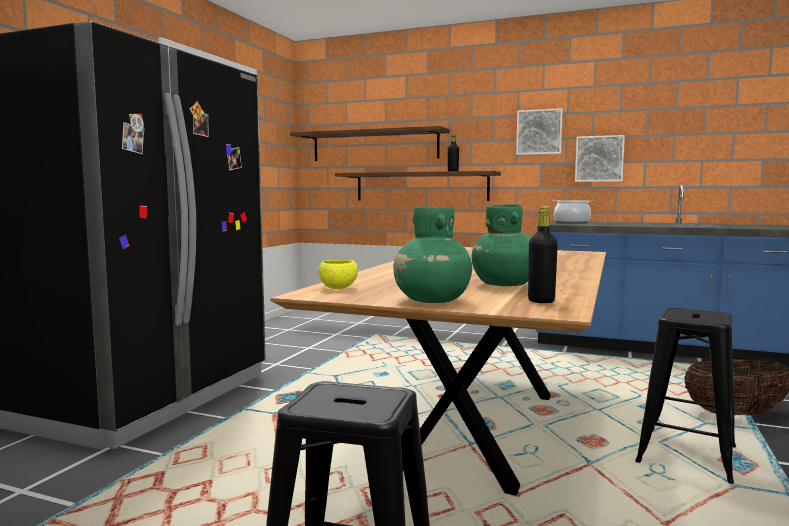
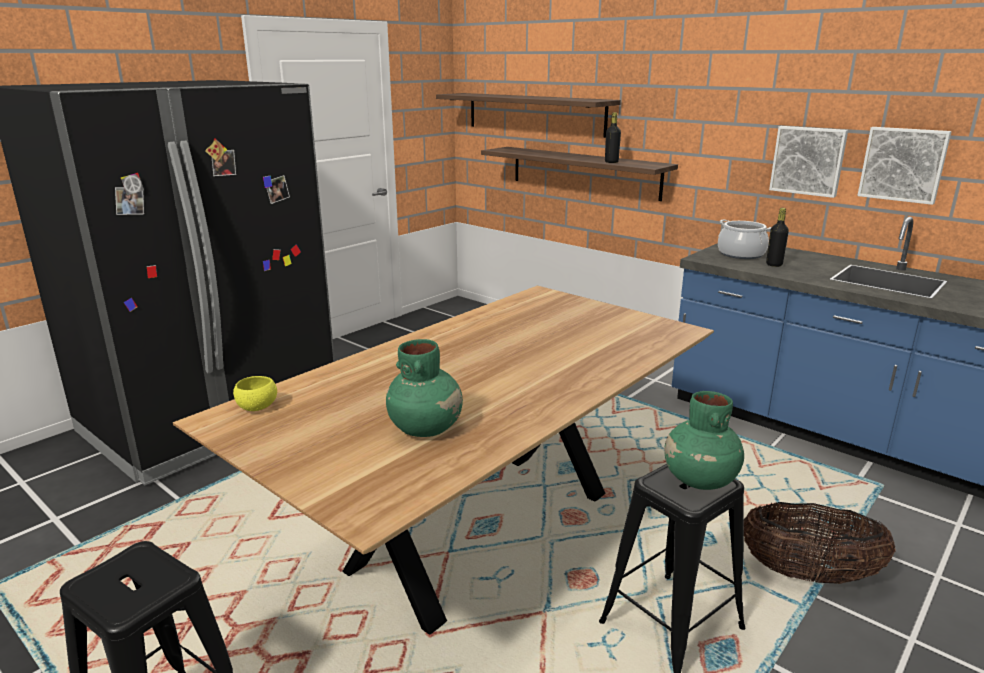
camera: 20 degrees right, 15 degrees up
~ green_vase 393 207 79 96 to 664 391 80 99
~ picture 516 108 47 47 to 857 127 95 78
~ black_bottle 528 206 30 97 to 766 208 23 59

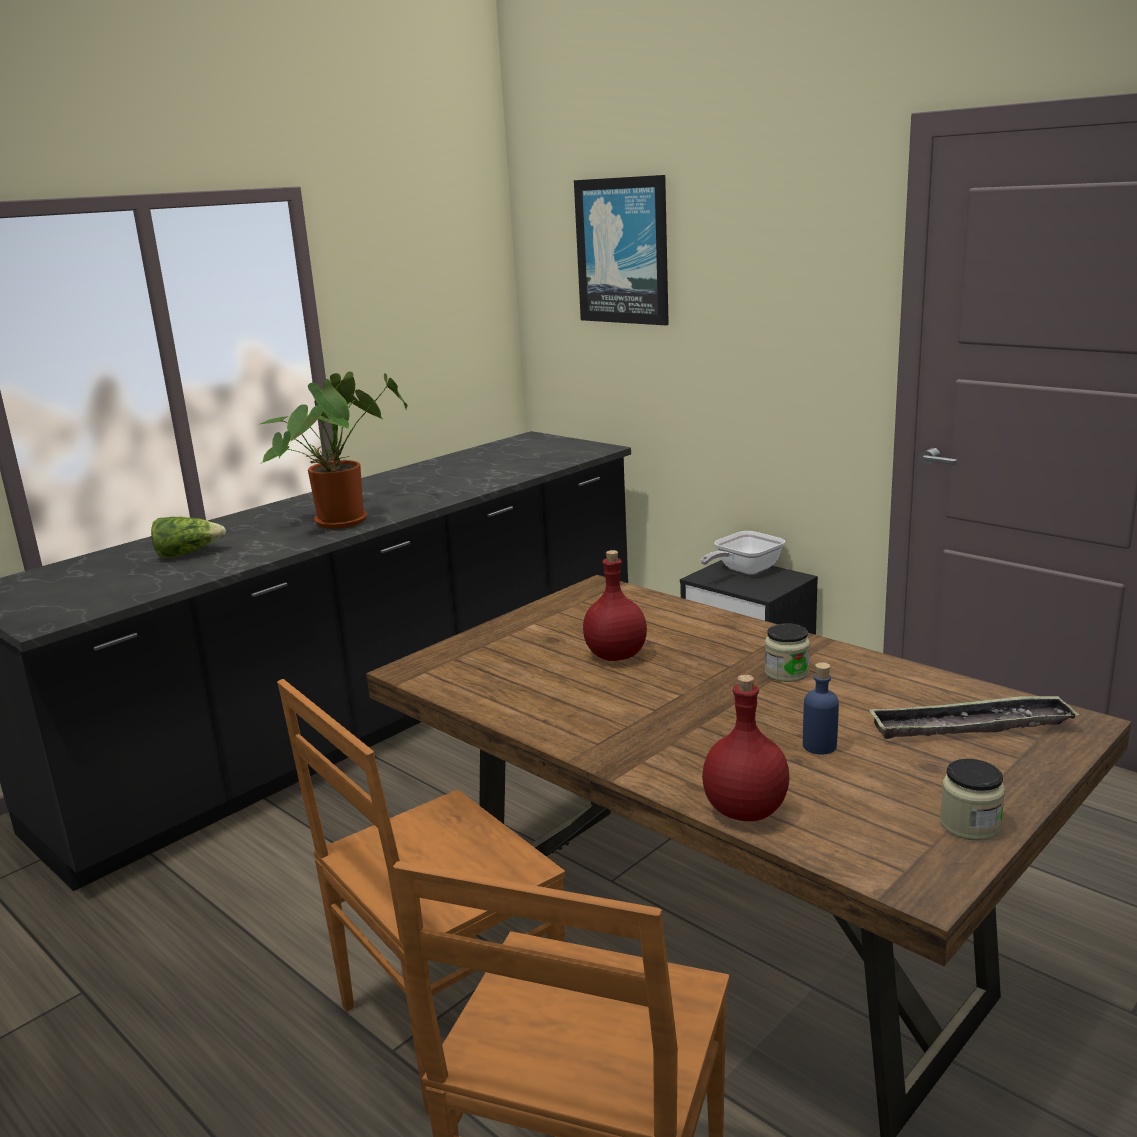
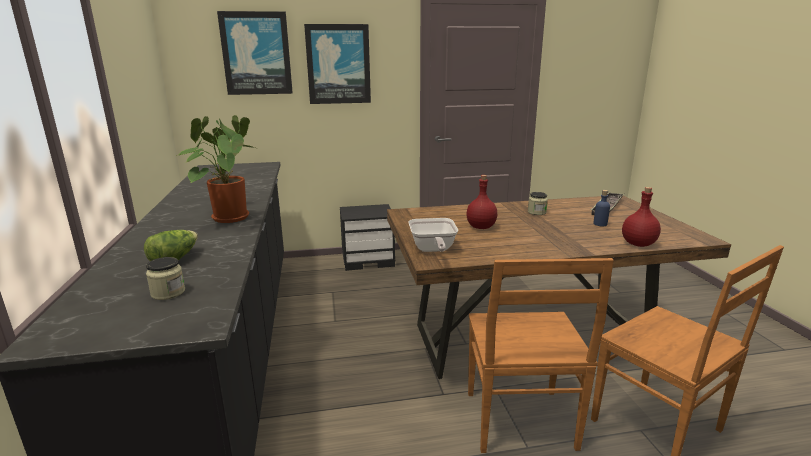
camera: 55 degrees left, 0 degrees up
~ frying_pan 701 531 84 44 to 408 218 50 34
~ jar 940 759 65 82 to 146 257 39 43
+ picture 304 24 67 80

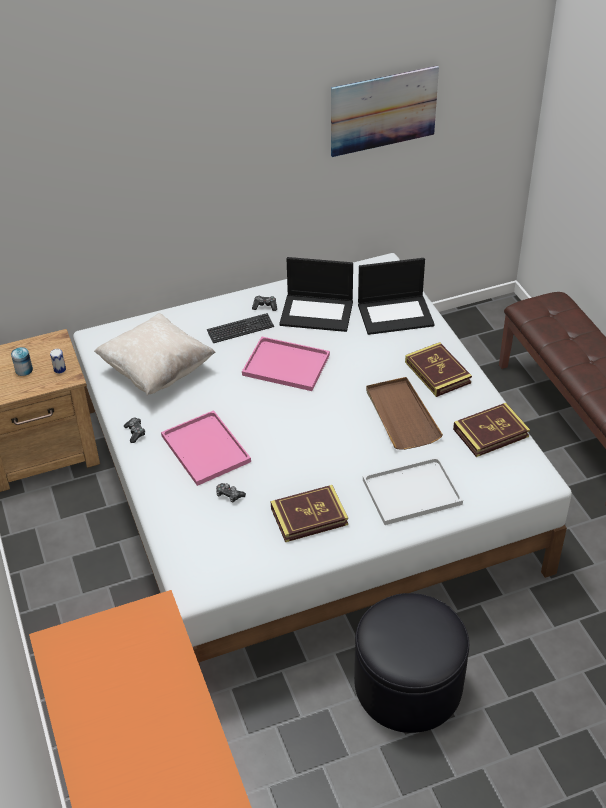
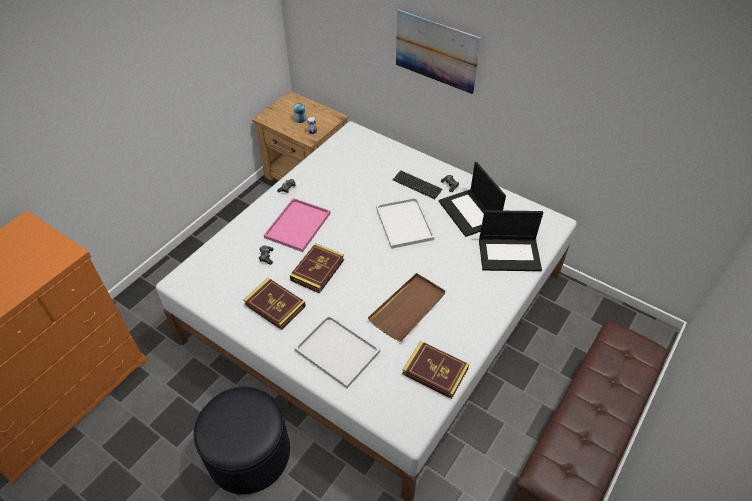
camera: 55 degrees right, 5 degrees up
- beige_pillow 94 313 121 83
~ pink_tray 242 336 88 55 to white_tray 376 197 58 52
~ picture 331 66 108 91 to 396 9 85 85
~ laptop 358 258 77 77 = 479 210 64 61 45 degrees counterclockwise
~ book 405 342 67 55 to 290 243 54 50

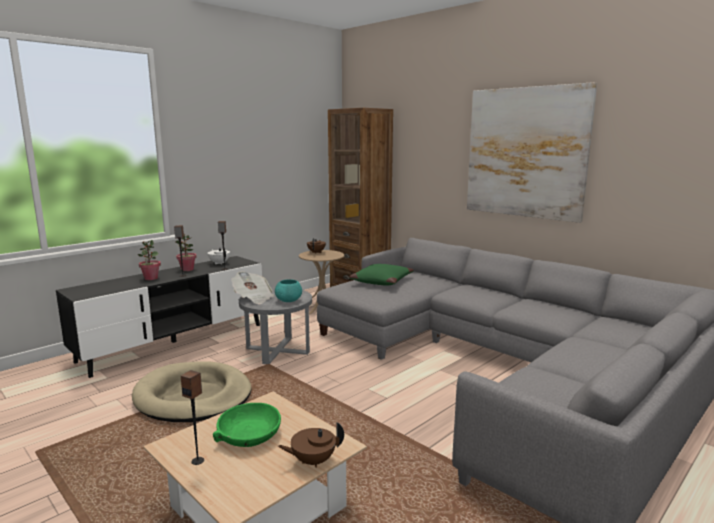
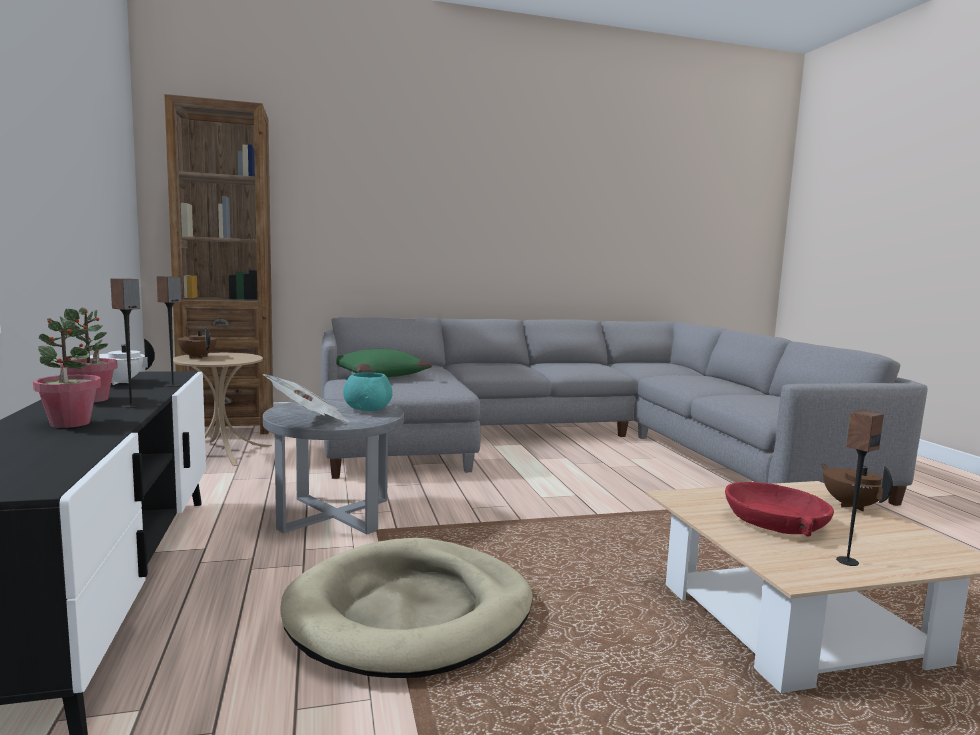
camera: 60 degrees left, 5 degrees down
~ green_bowl 213 403 68 44 to red_bowl 725 482 109 55
~ brown_teapot 278 422 66 46 = 820 463 73 48 150 degrees clockwise
- picture 467 82 130 141

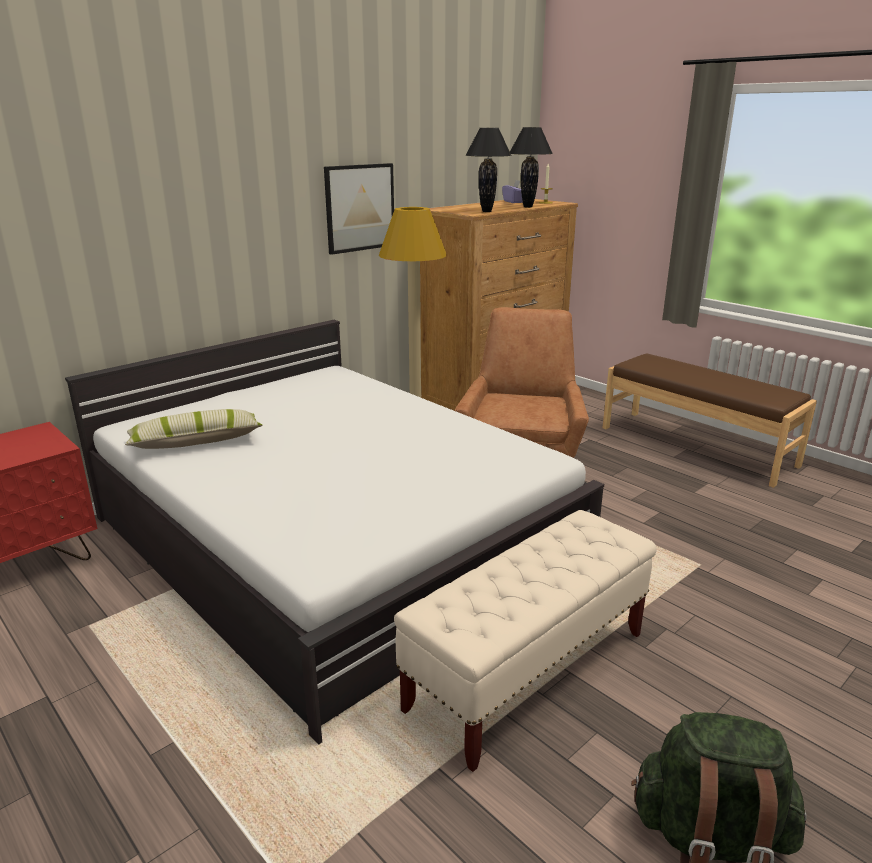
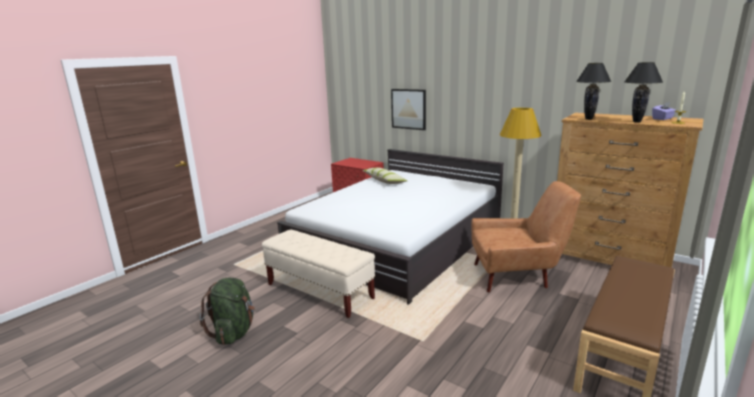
camera: 80 degrees right, 5 degrees down
~ picture 324 163 70 92 to 391 89 35 41

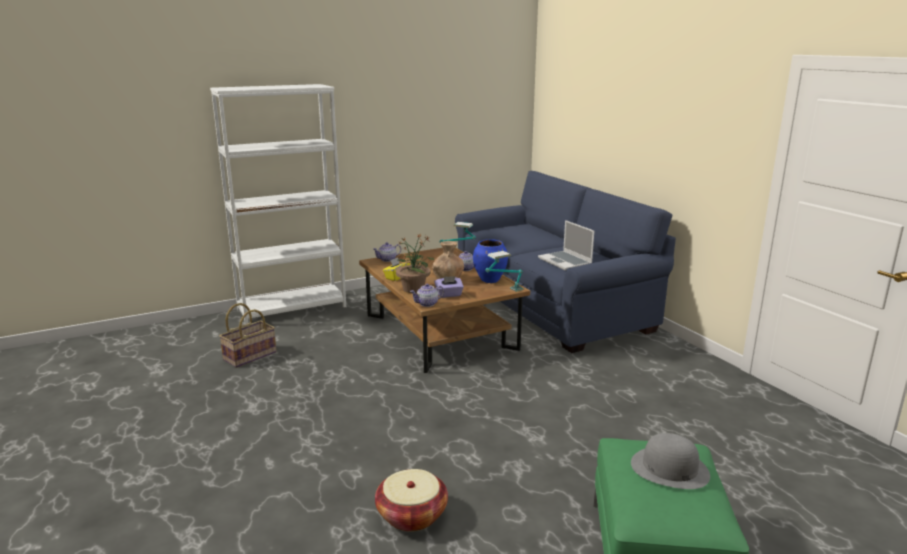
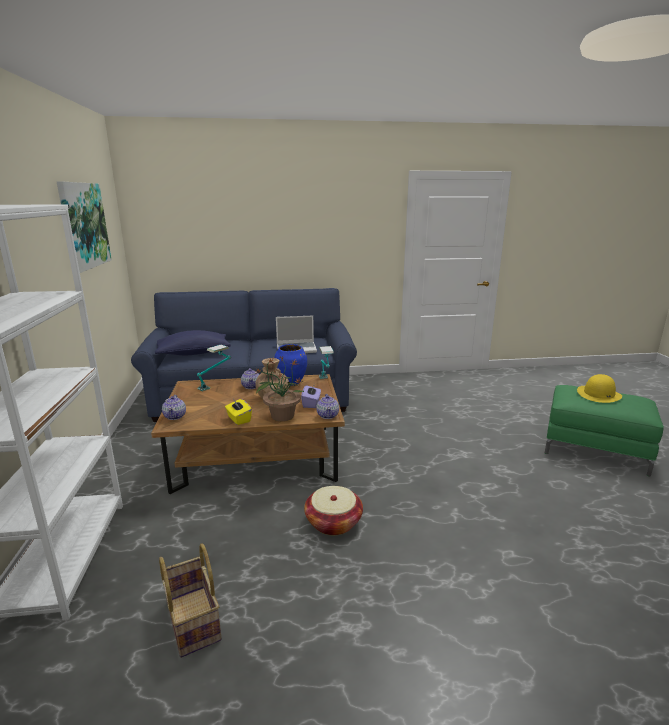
camera: 70 degrees left, 0 degrees up
~ basket 375 469 73 63 to 304 486 59 50
~ grey_hat 631 433 79 56 to yellow_hat 577 374 45 29
+ picture 57 181 55 92
+ blue_pillow 155 330 76 25

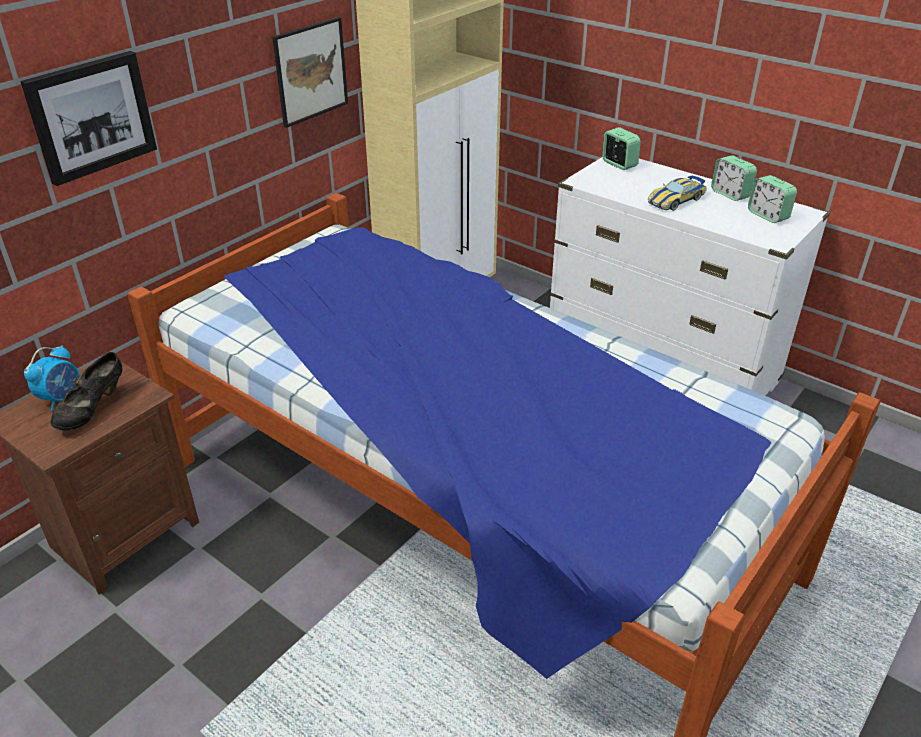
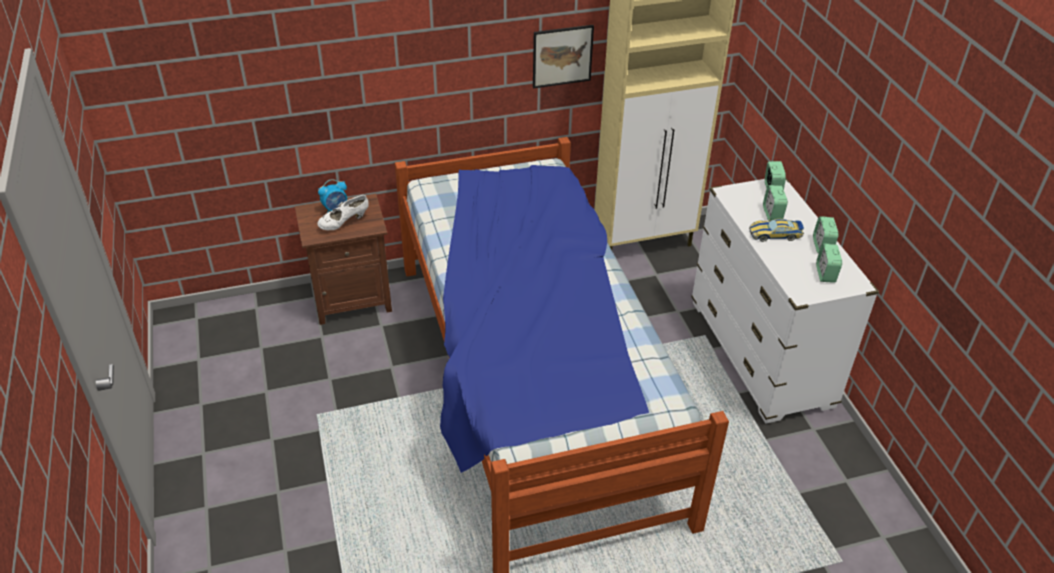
camera: 35 degrees right, 5 degrees up
- picture 20 51 137 135
~ black_shoe 51 352 72 79 to white_shoe 318 195 51 35
+ alarm_clock 763 185 25 36

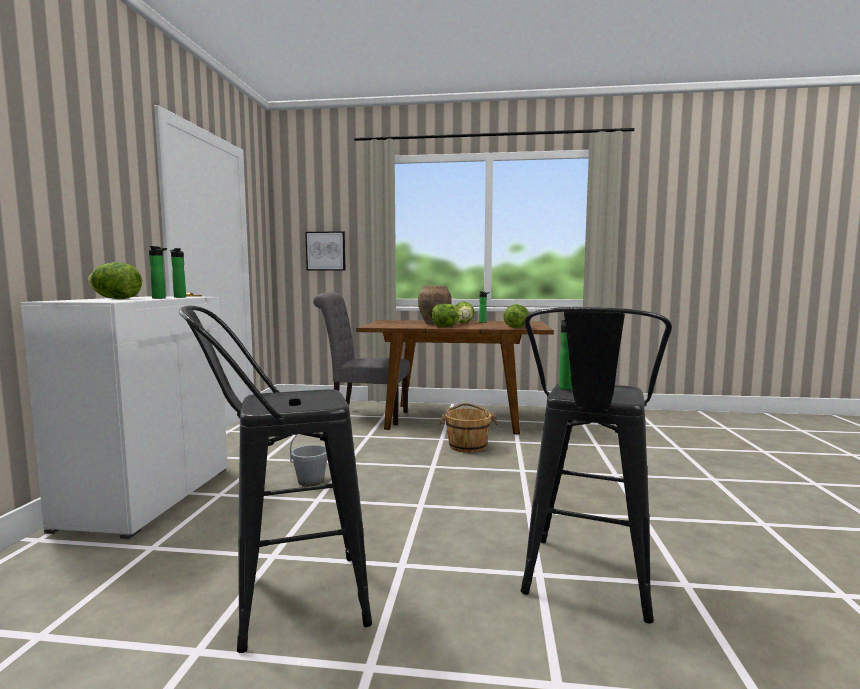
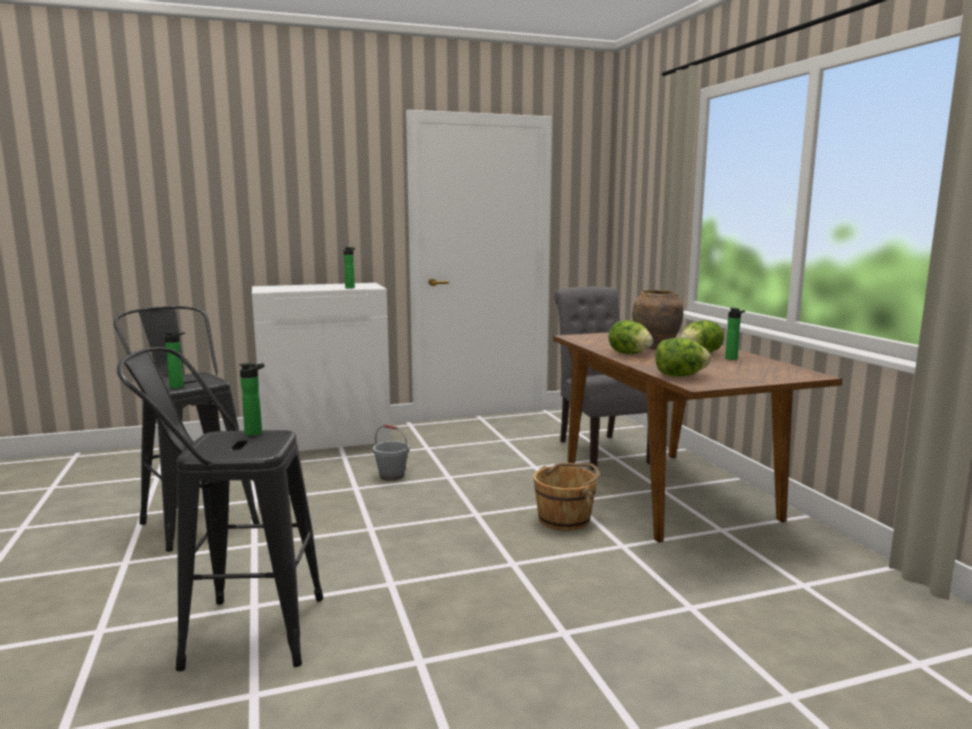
camera: 65 degrees right, 5 degrees up
- lettuce 88 262 54 37
~ bottle 149 246 18 53 to 164 331 21 57
- picture 305 231 41 40

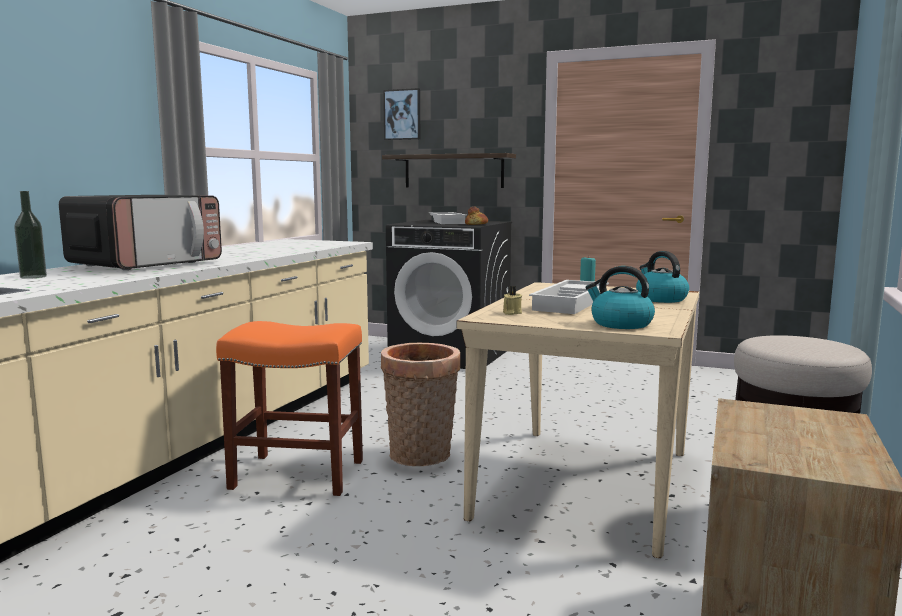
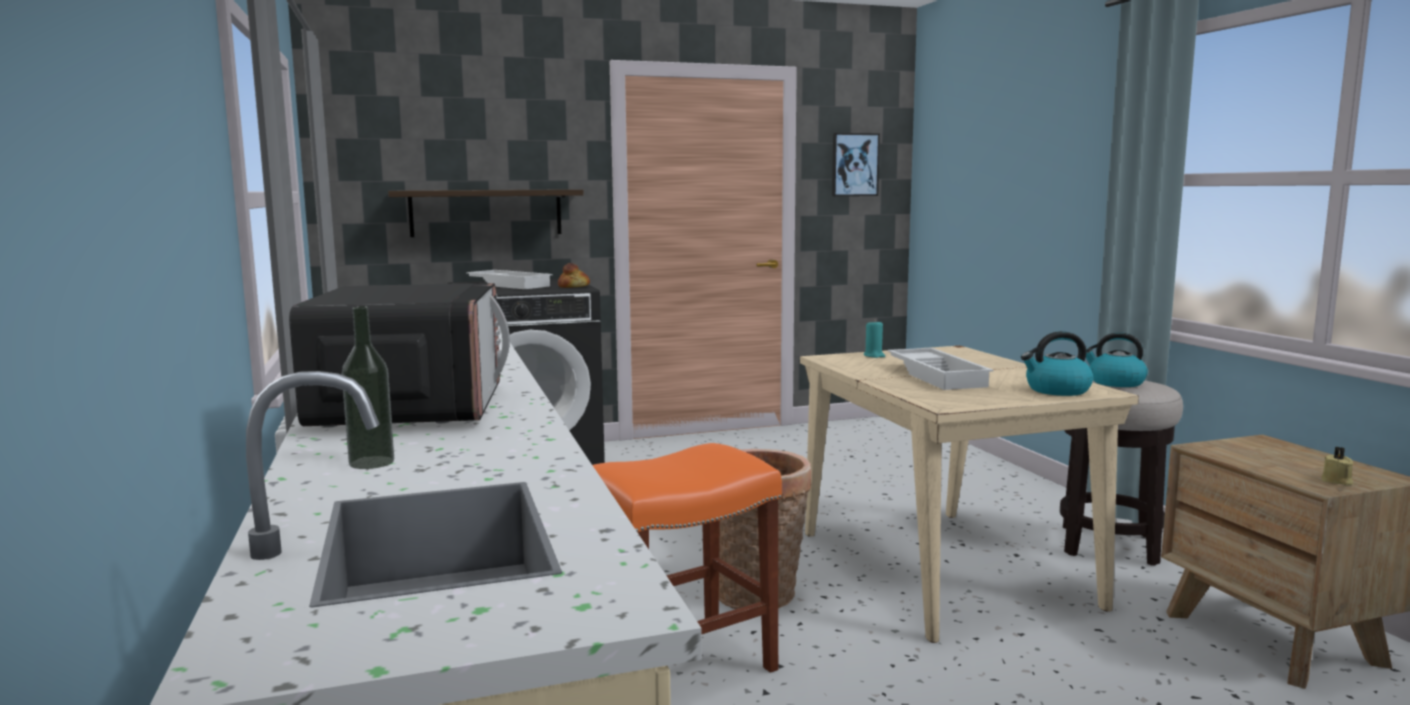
camera: 40 degrees left, 0 degrees up
~ picture 383 88 37 52 to 832 133 48 63
~ beige_candle 503 286 19 29 to 1321 447 33 38
~ kettle 636 251 53 52 to 1086 332 62 55

